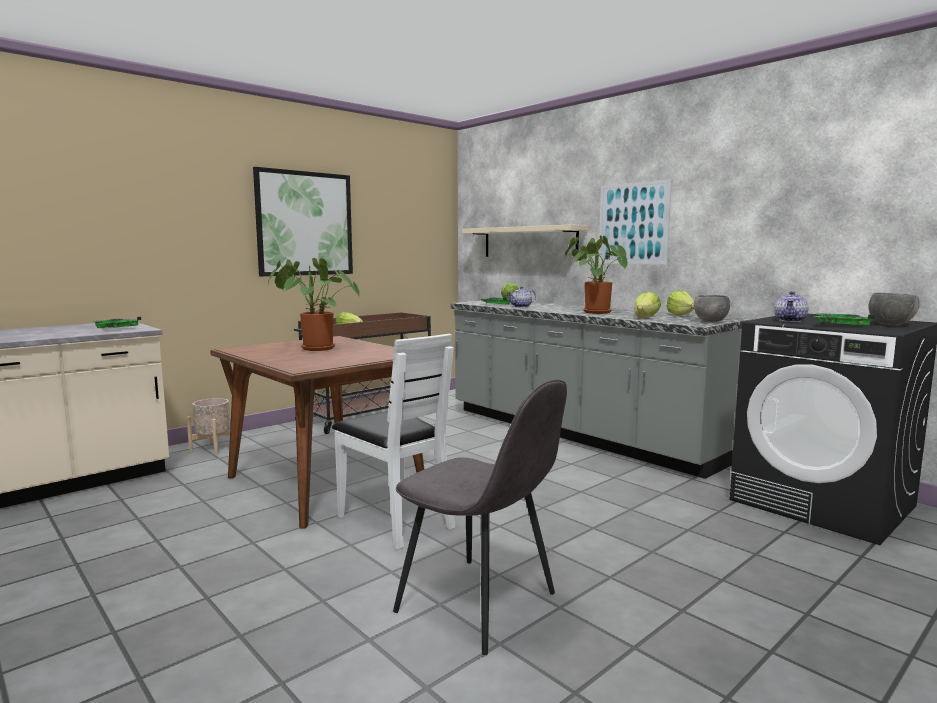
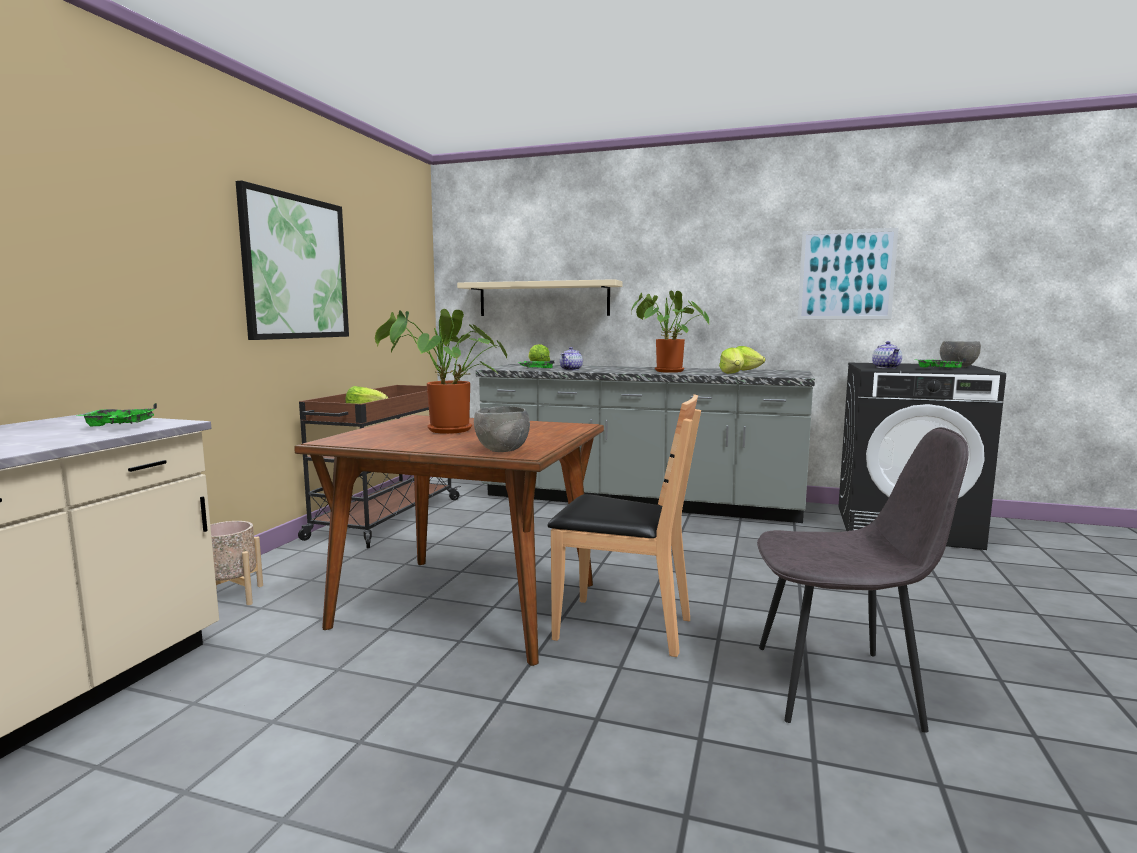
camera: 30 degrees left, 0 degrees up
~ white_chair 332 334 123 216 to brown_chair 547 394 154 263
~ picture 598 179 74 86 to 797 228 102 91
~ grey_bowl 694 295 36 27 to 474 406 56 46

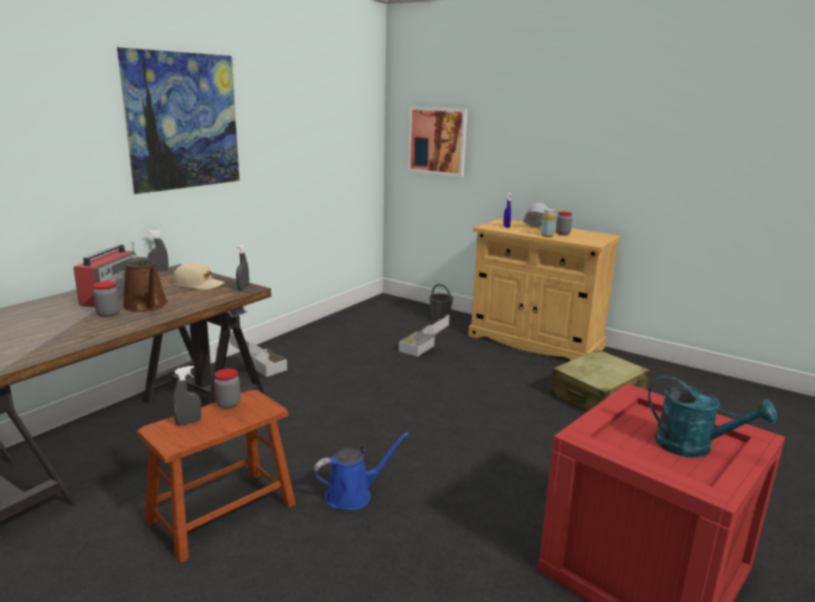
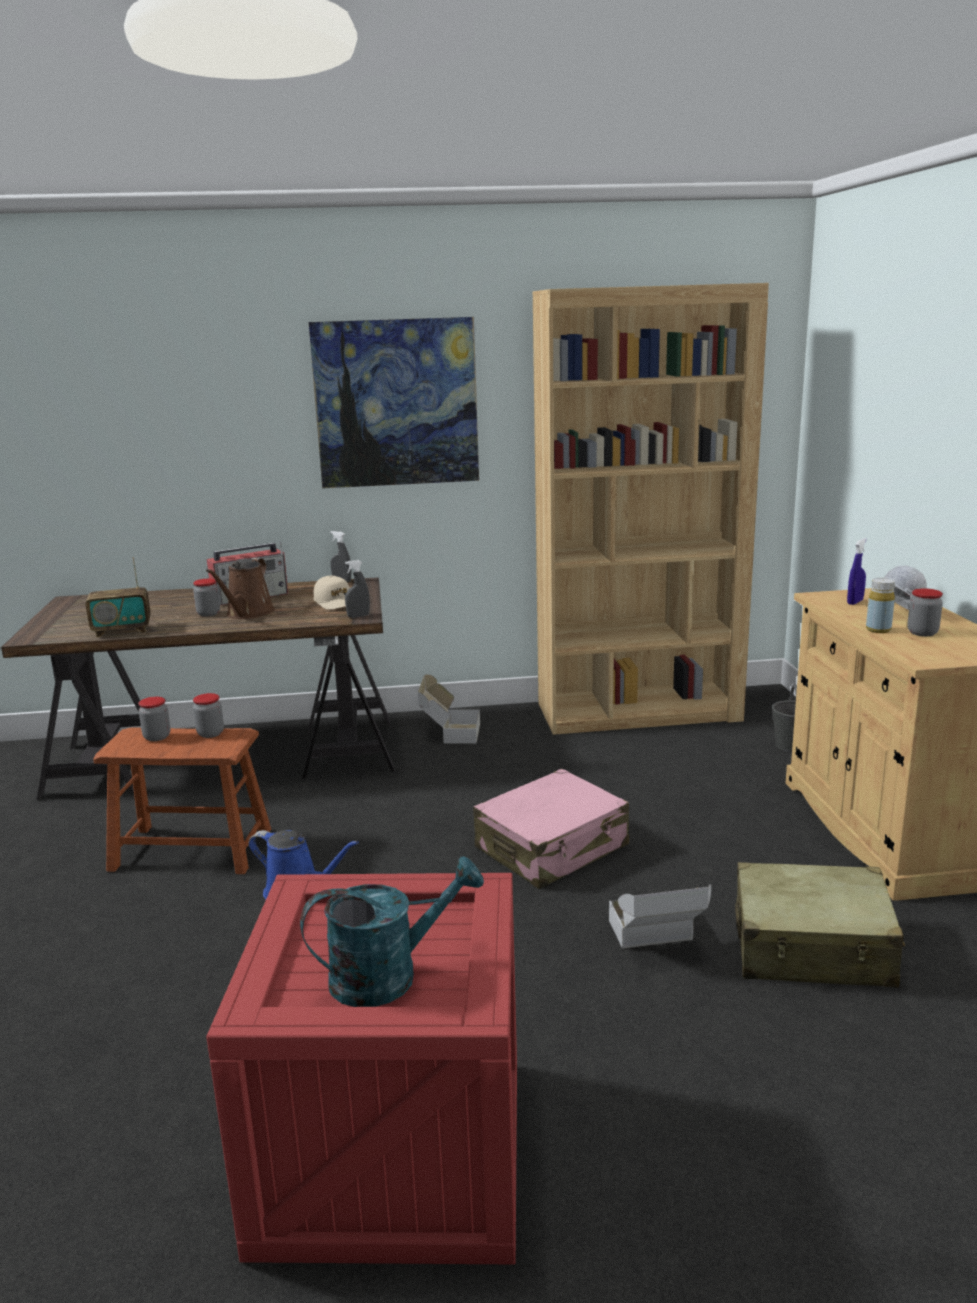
camera: 50 degrees right, 0 degrees up
~ grey_spray_bottle 173 365 28 61 to jar 138 697 32 44
~ cardboard_box 399 315 50 42 to 609 884 102 65
- picture 408 107 59 70
~ turquoise_watering_can 648 375 129 83 = 300 856 184 151 105 degrees counterclockwise
+ radio 86 557 65 80
+ pink_suitcase 473 769 156 120
+ brown_bookcase 533 283 236 452

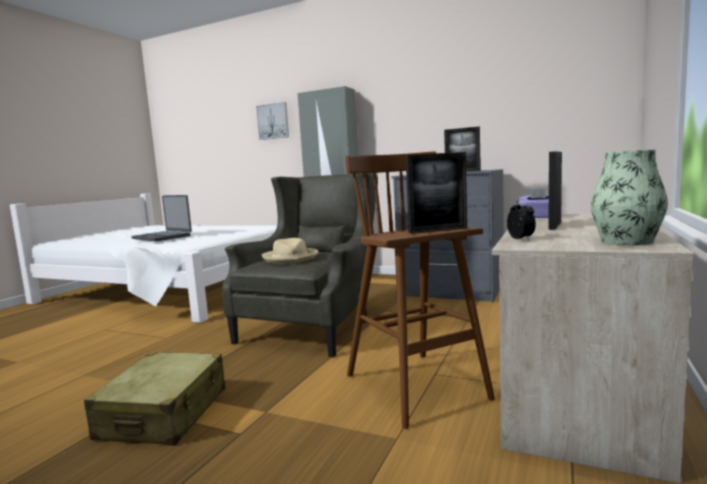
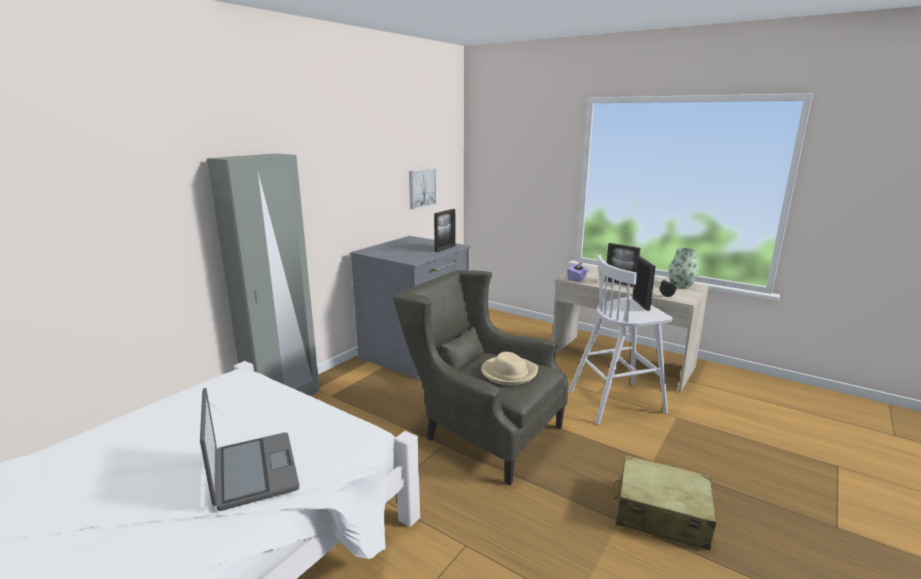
camera: 80 degrees left, 10 degrees up
~ laptop 131 195 61 46 = 200 388 99 123 75 degrees counterclockwise
~ picture 256 102 33 38 to 409 168 27 41
~ brown_stool 345 151 150 278 to white_stool 568 255 106 169

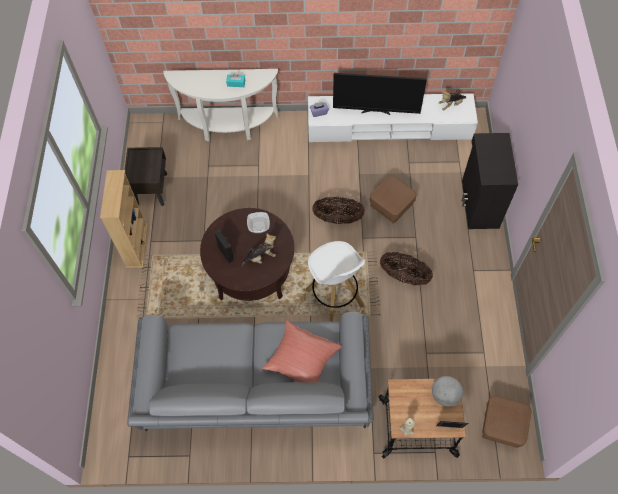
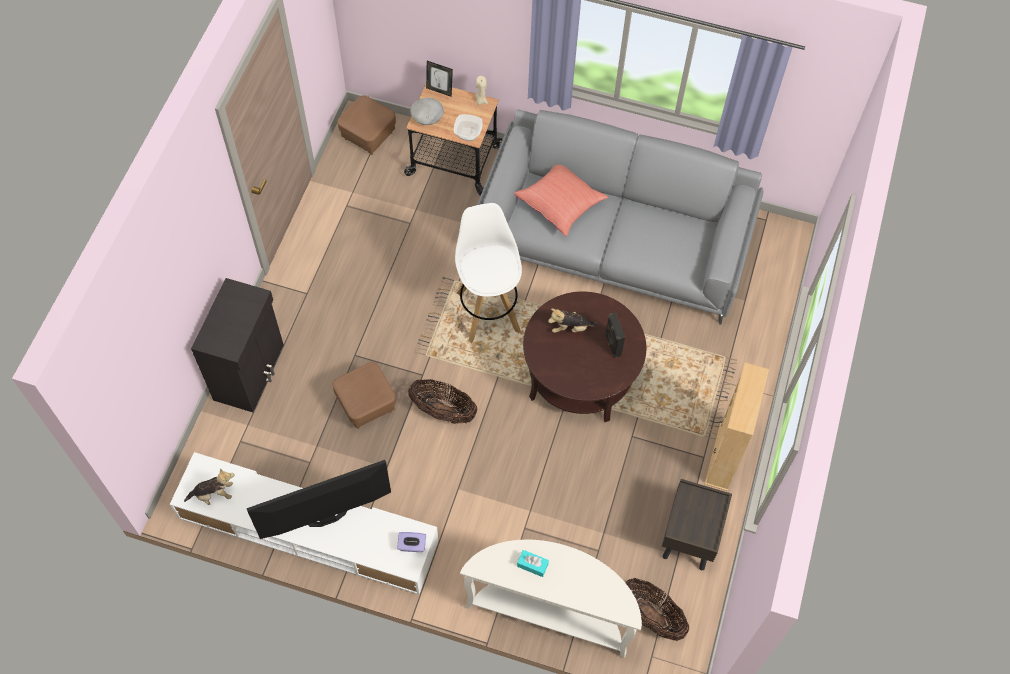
camera: 165 degrees left, 0 degrees up
~ bowl 247 212 23 21 to 454 114 29 27
~ television 333 73 94 42 = 247 460 144 79 45 degrees counterclockwise
~ basket 380 252 53 33 to 625 578 64 63

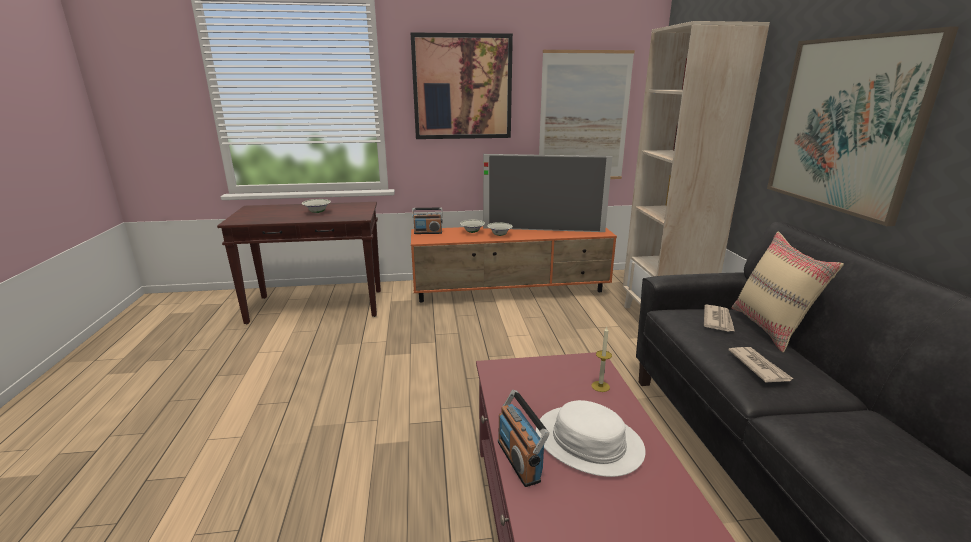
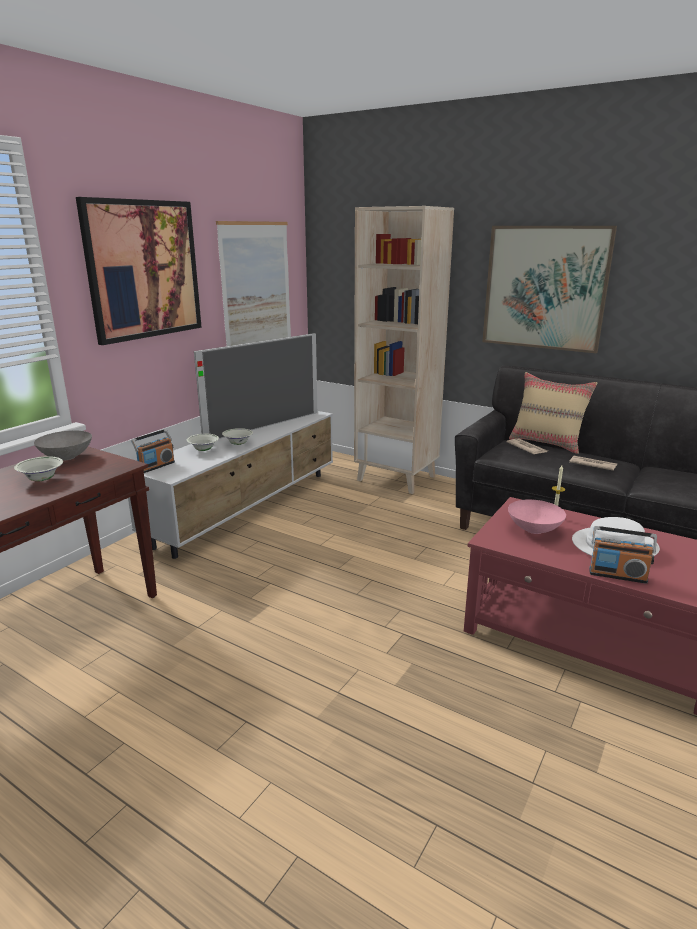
camera: 50 degrees left, 0 degrees up
~ orange_tv_stand 411 227 206 75 to white_tv_stand 128 411 205 148
+ grey_bowl 34 431 58 30
+ pink_bowl 508 500 58 34

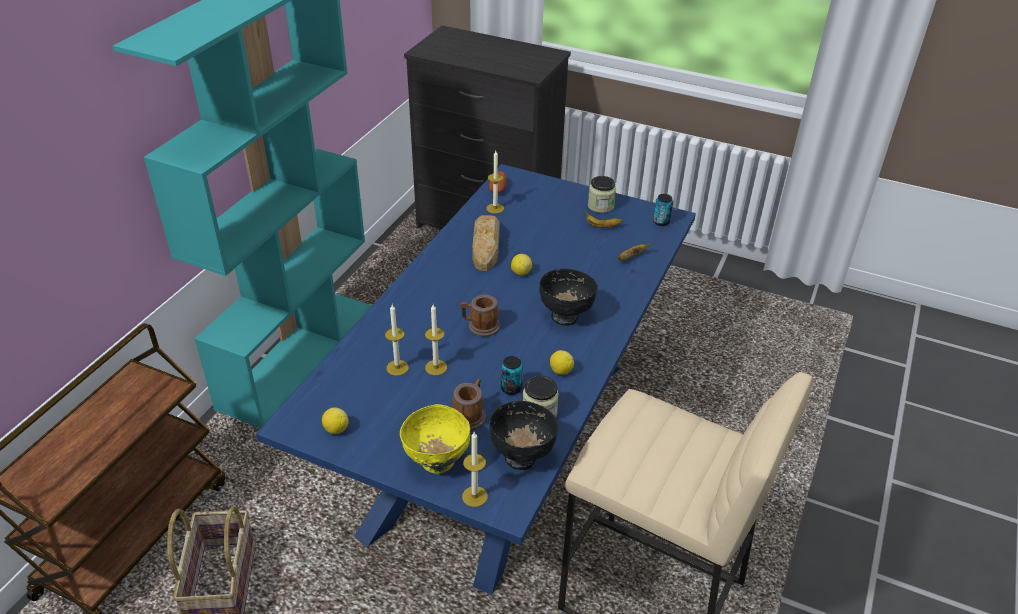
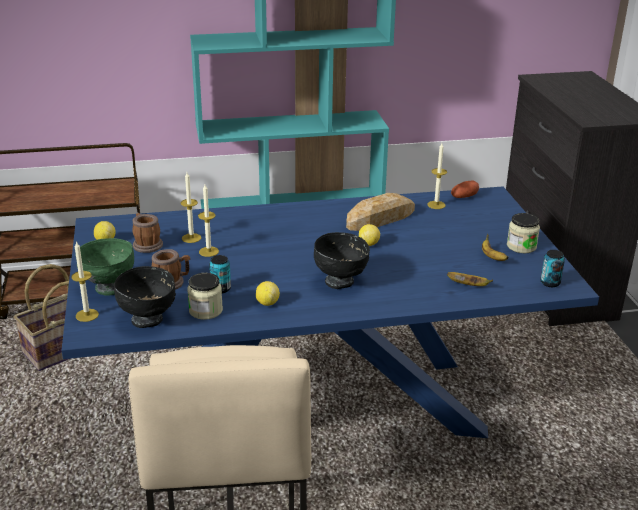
camera: 55 degrees right, 10 degrees down
~ yellow_bowl 400 404 70 70 to green_bowl 75 238 59 58
~ mug 460 295 40 42 to 132 213 31 40

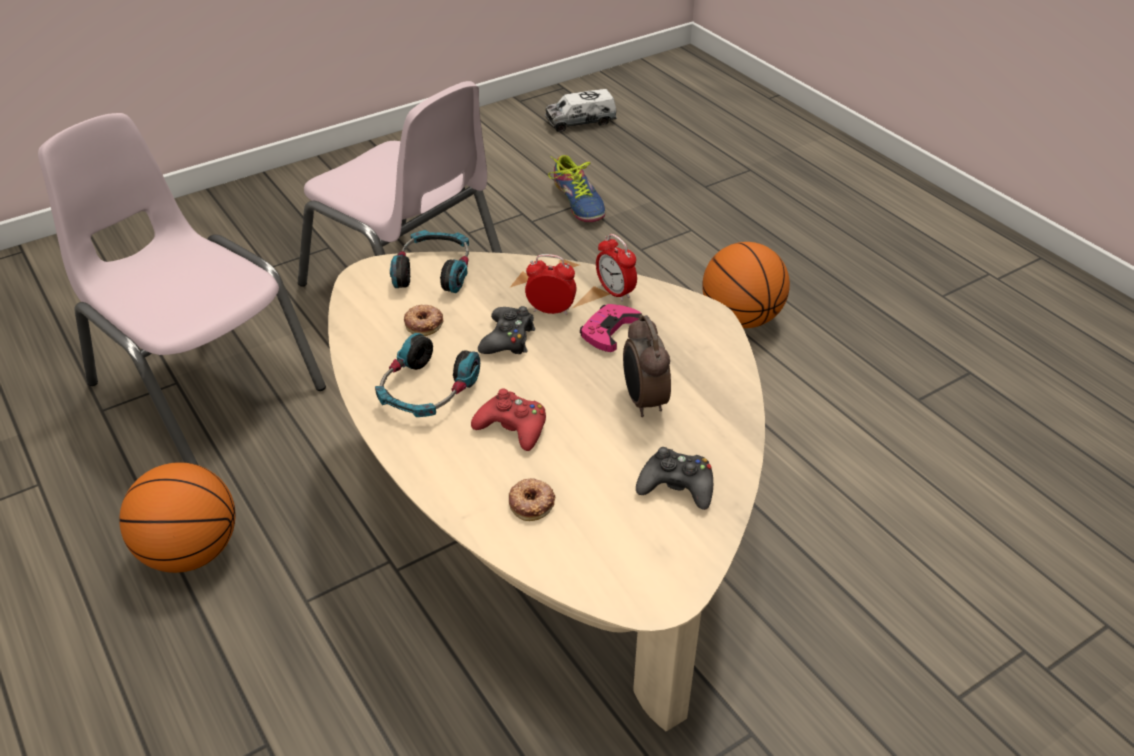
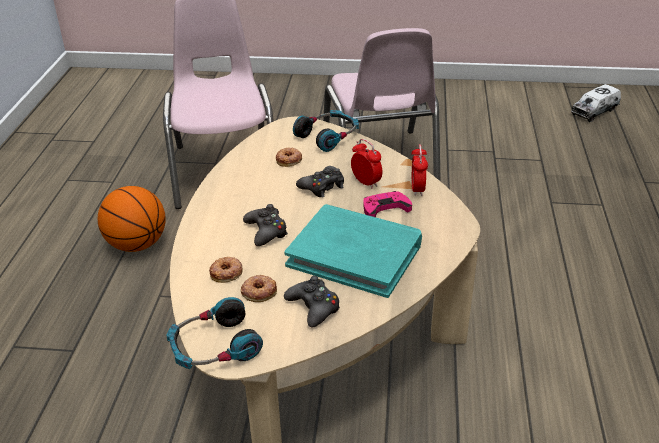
camera: 40 degrees right, 5 degrees down
~ headphones 375 333 105 84 to 166 297 97 72
~ red_game_controller 471 388 75 63 to black_game_controller 243 204 45 42
~ toy_truck 545 89 72 43 = 571 84 50 38 60 degrees counterclockwise
- shoe 548 155 58 67
~ alarm_clock 623 314 48 103 to turquoise_book 284 204 138 94
- basketball 702 242 88 86
+ donut 241 275 36 27

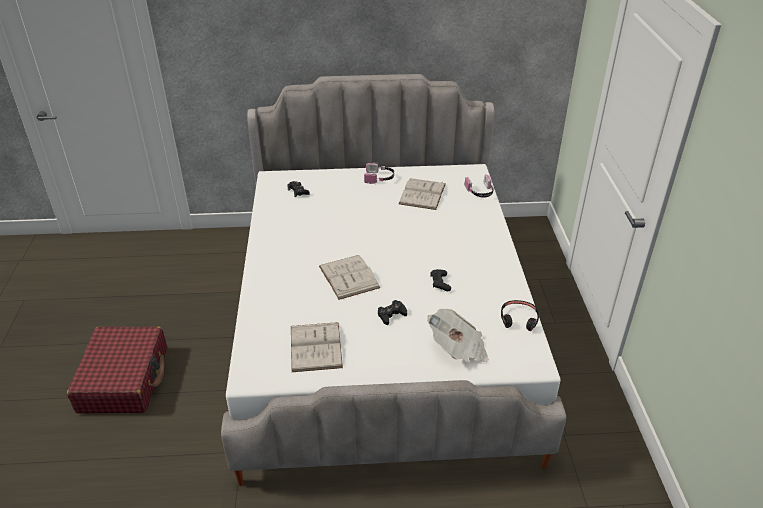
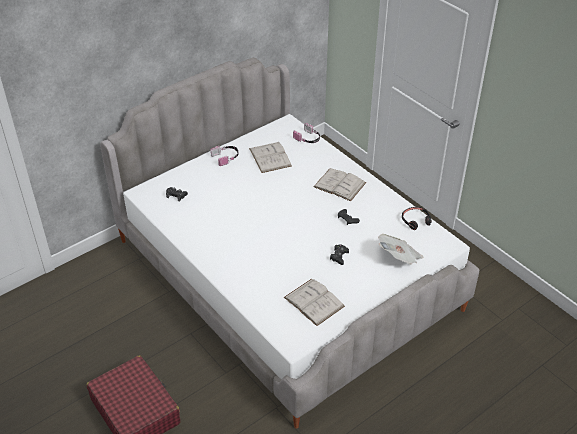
camera: 35 degrees left, 5 degrees up
~ white_book 319 255 61 45 to 313 168 53 34

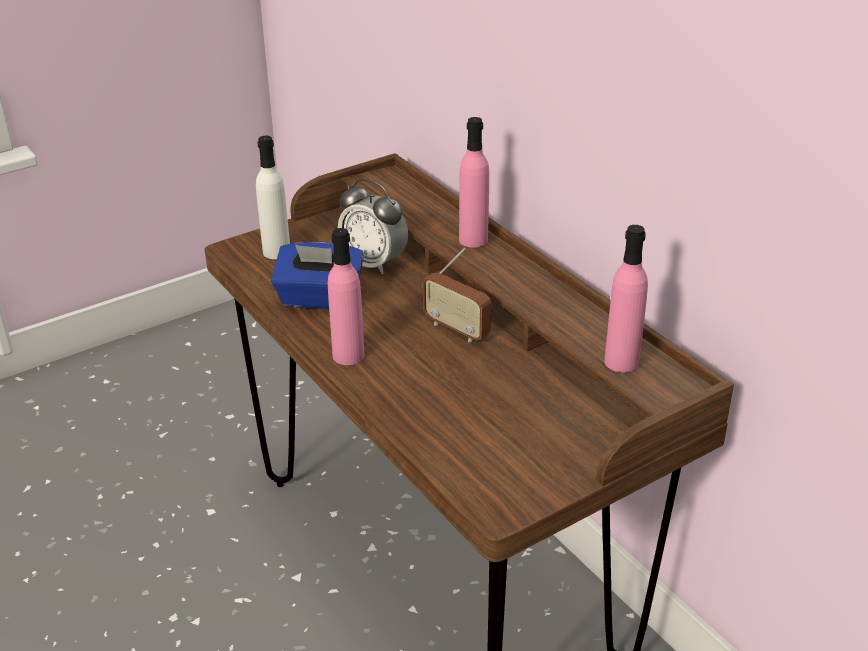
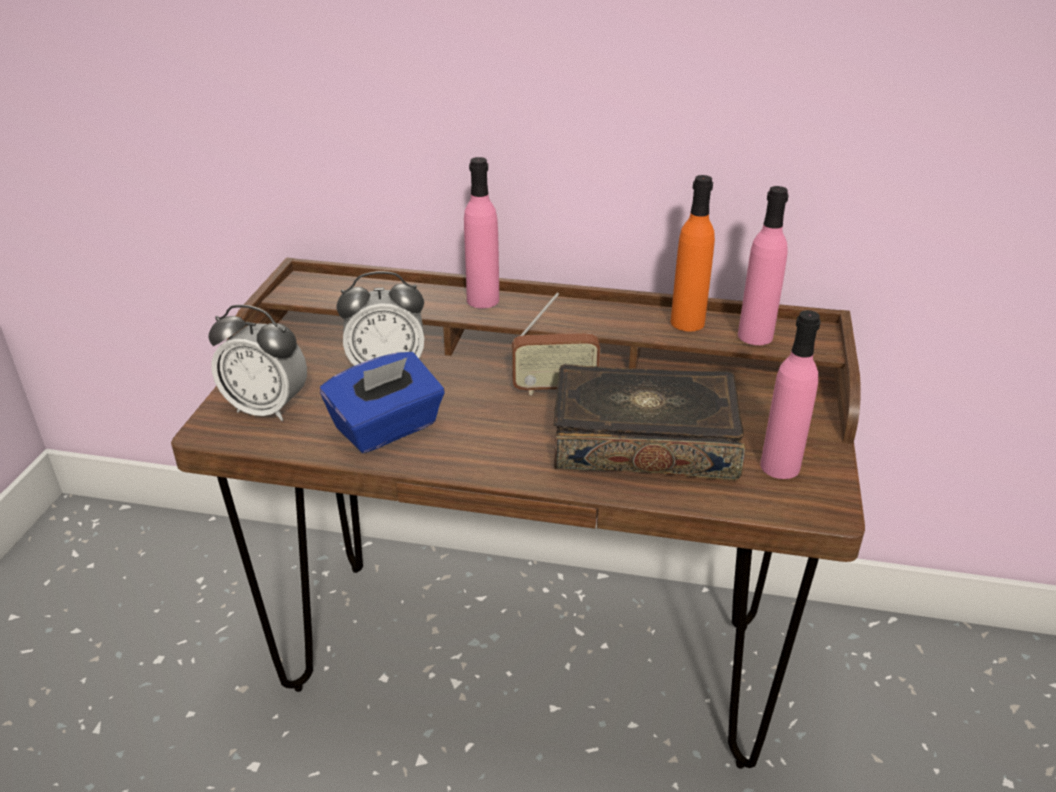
camera: 45 degrees left, 0 degrees up
~ white_bottle 256 136 34 123 to alarm_clock 208 305 99 116
~ pink_bottle 328 228 36 137 to 760 310 61 169
+ book 554 364 191 116
+ orange_bottle 671 175 44 156

